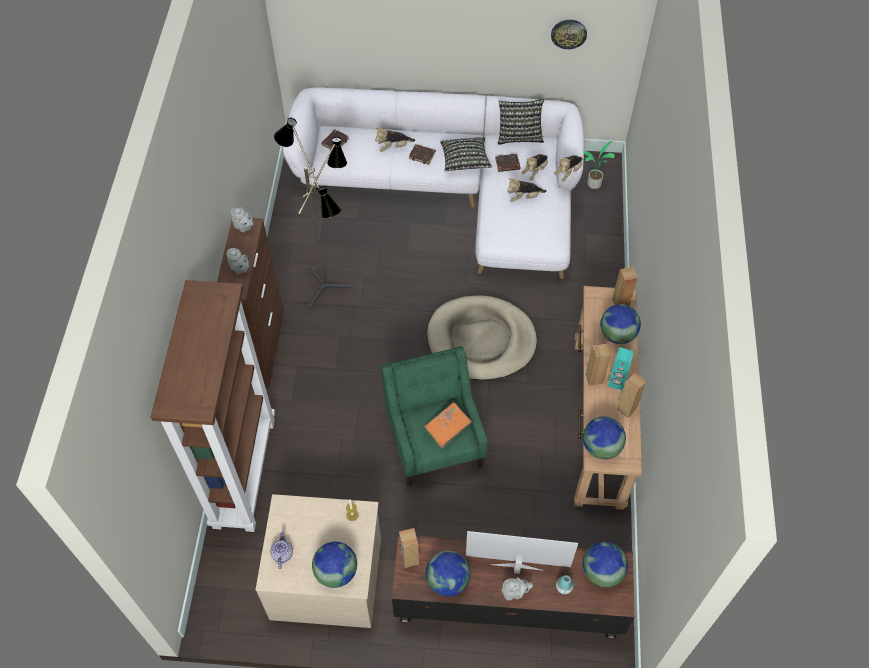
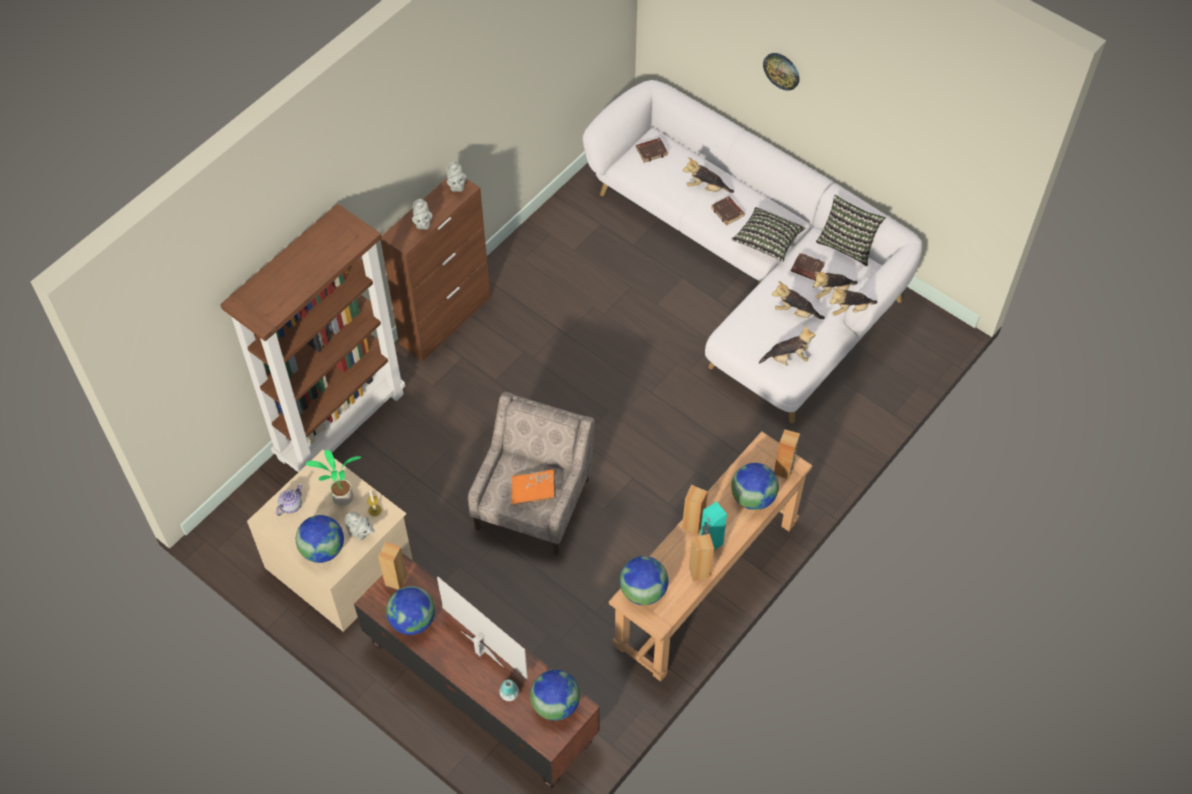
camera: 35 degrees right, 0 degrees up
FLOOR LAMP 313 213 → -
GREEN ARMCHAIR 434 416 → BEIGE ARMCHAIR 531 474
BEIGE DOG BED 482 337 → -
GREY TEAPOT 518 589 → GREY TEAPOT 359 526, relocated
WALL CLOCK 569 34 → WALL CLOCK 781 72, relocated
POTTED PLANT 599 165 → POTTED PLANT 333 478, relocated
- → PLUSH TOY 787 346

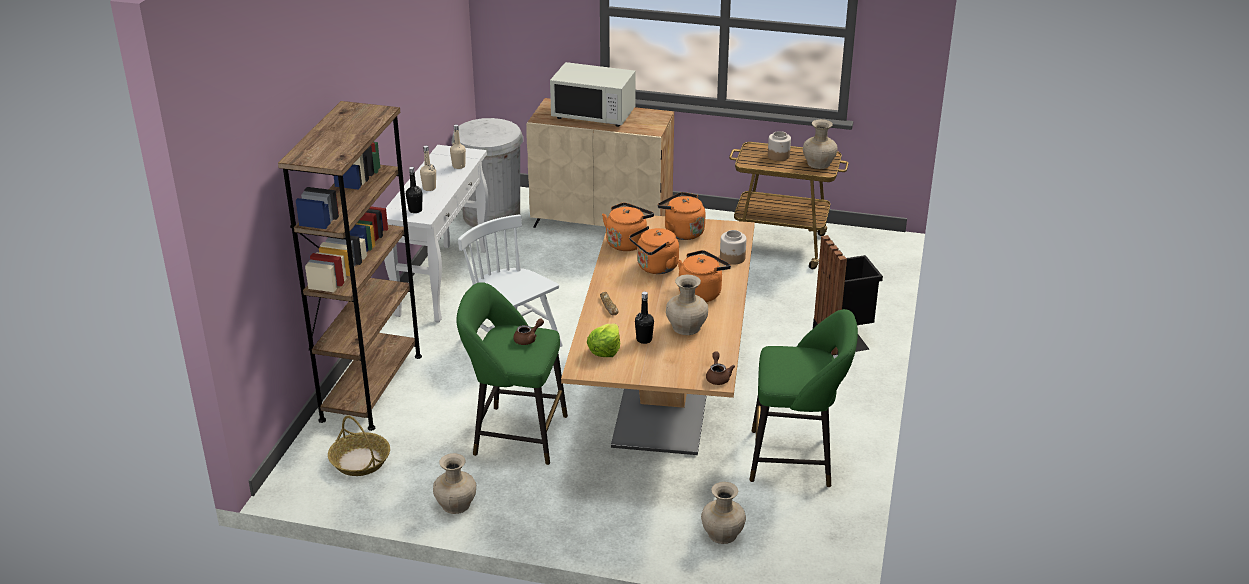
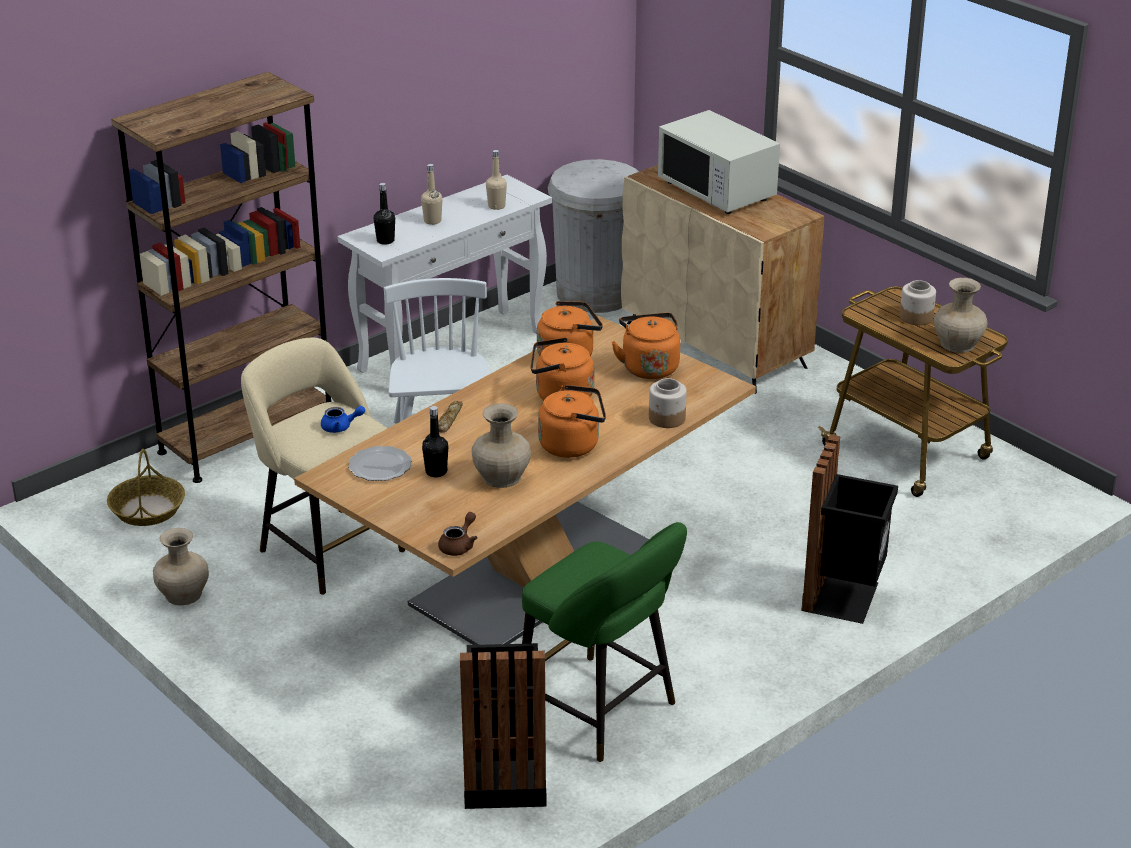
camera: 35 degrees right, 0 degrees up
GREEN STOOL 512 373 → BEIGE STOOL 323 466
BROWN TEAPOT 528 331 → BLUE TEAPOT 343 419
LETTUCE 603 340 → PLATE 380 463
BEIGE VASE 723 513 → -
- → BLACK TRASH CAN 503 726

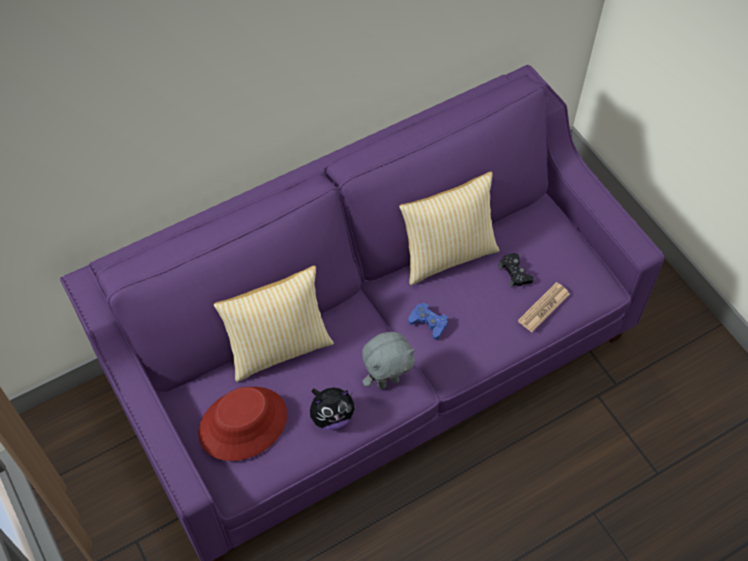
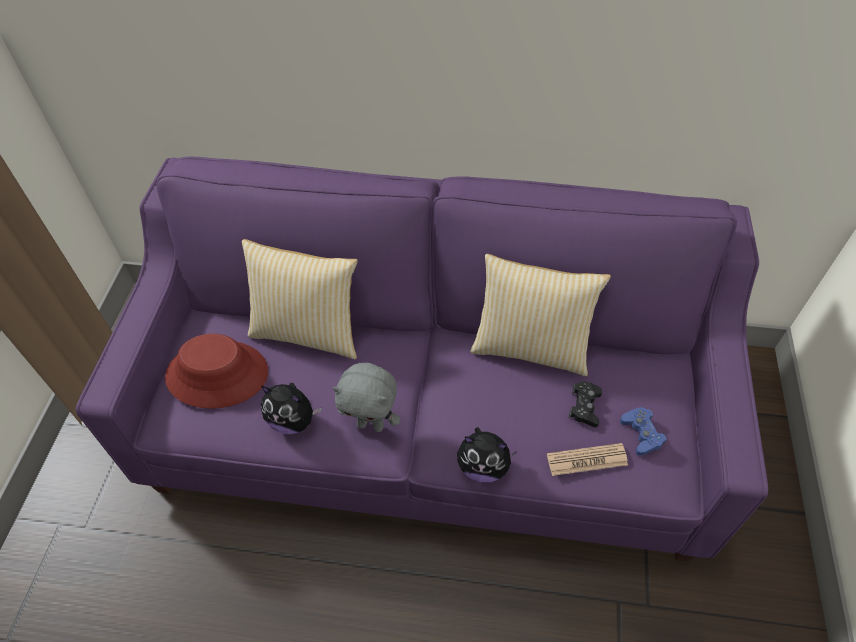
camera: 40 degrees right, 5 degrees down
BLUE GAME CONTROLLER 428 321 → BLUE GAME CONTROLLER 643 431, relocated
- → PLUSH TOY 487 454

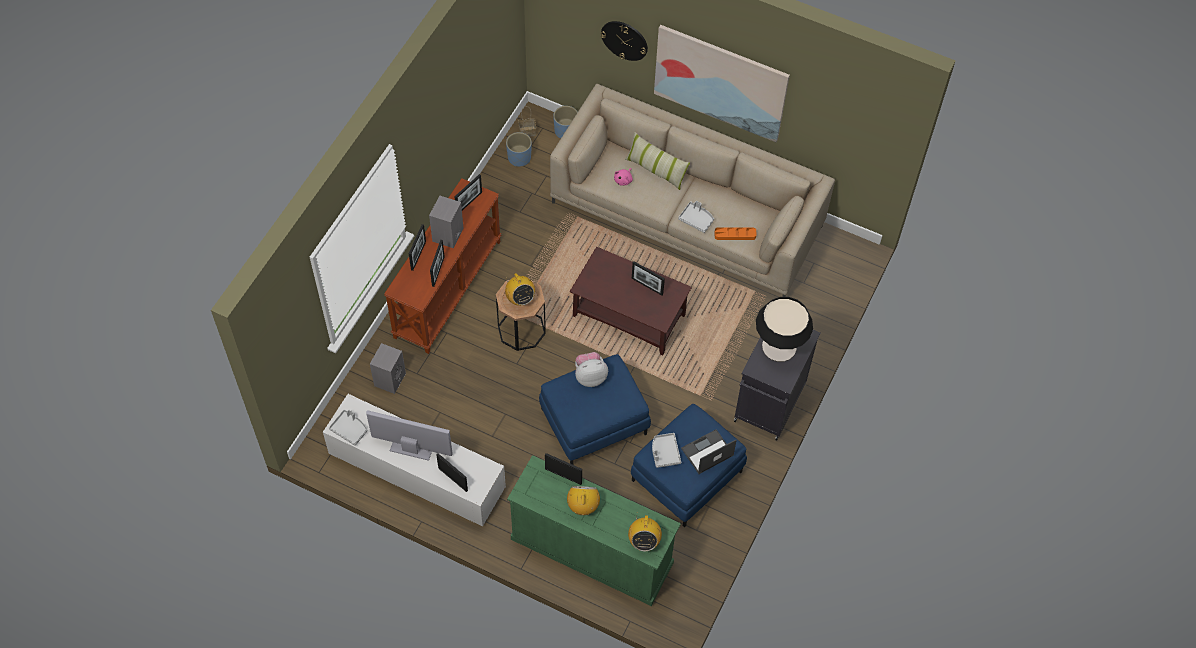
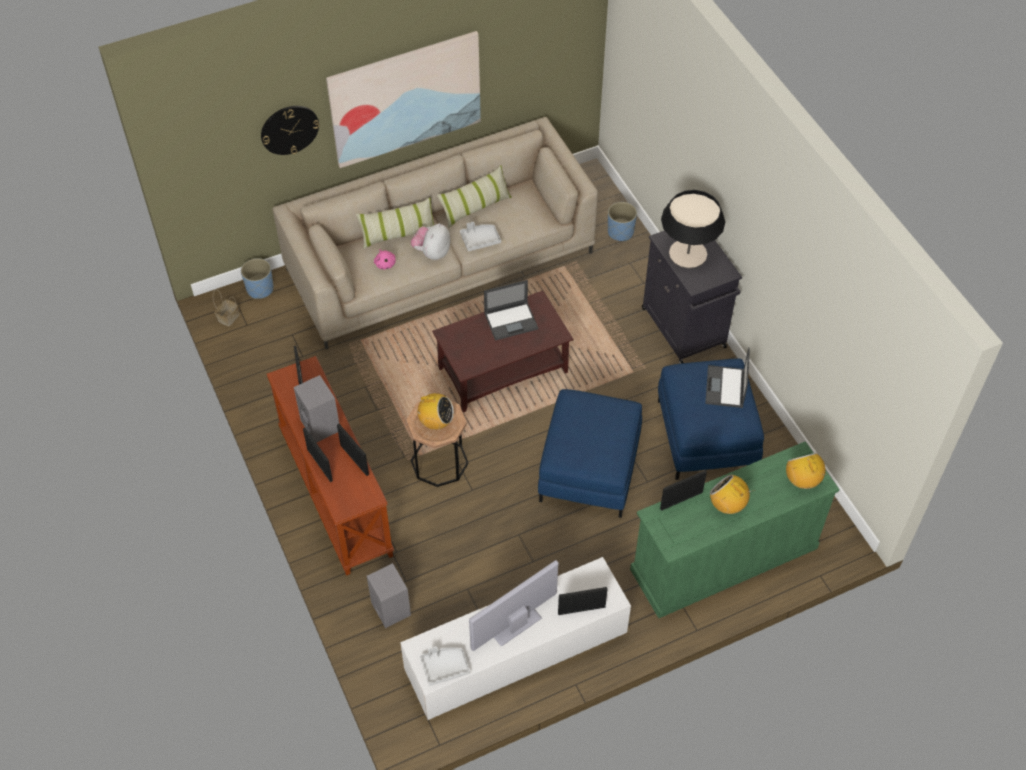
camera: 50 degrees left, 5 degrees down
BLUE PLANTER 519 149 → BLUE PLANTER 622 221, relocated
PLUSH TOY 591 369 → PLUSH TOY 430 241, relocated
RADIO 645 533 → RADIO 806 471, 150 degrees counterclockwise
PICTURE FRAME 648 278 → LAPTOP 511 310
GREY TRAY 666 450 → -
ORANGE TRAY 735 233 → -
- → PILLOW 474 196

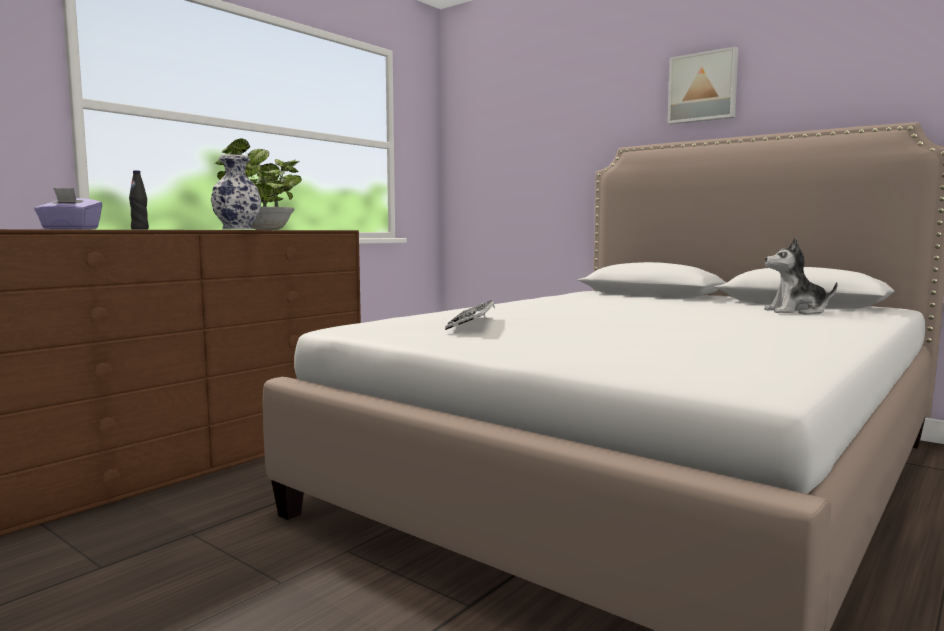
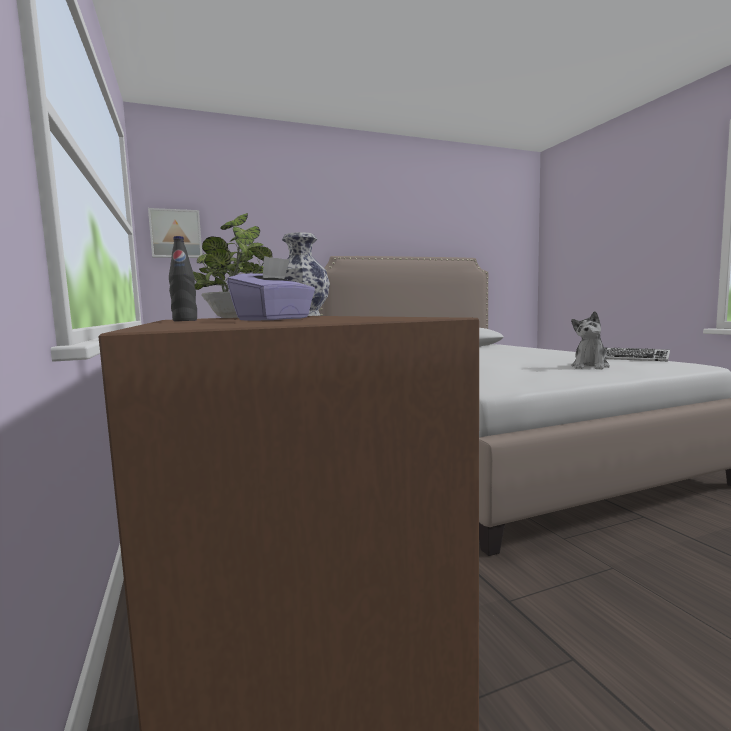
camera: 60 degrees left, 0 degrees up
KEYBOARD 470 315 → KEYBOARD 637 354, relocated
PICTURE 702 85 → PICTURE 175 233, relocated
PLUSH TOY 801 276 → PLUSH TOY 590 340, relocated

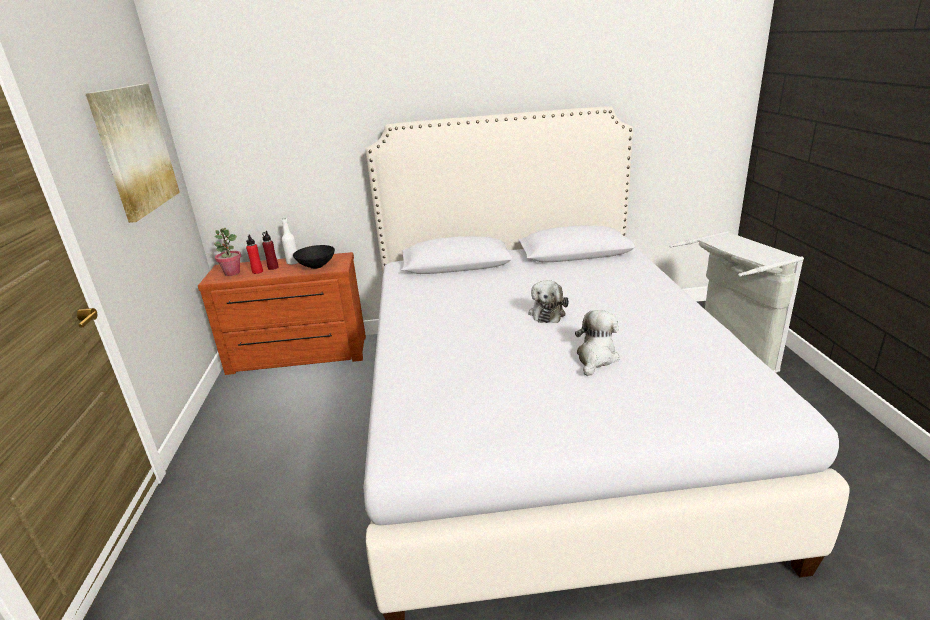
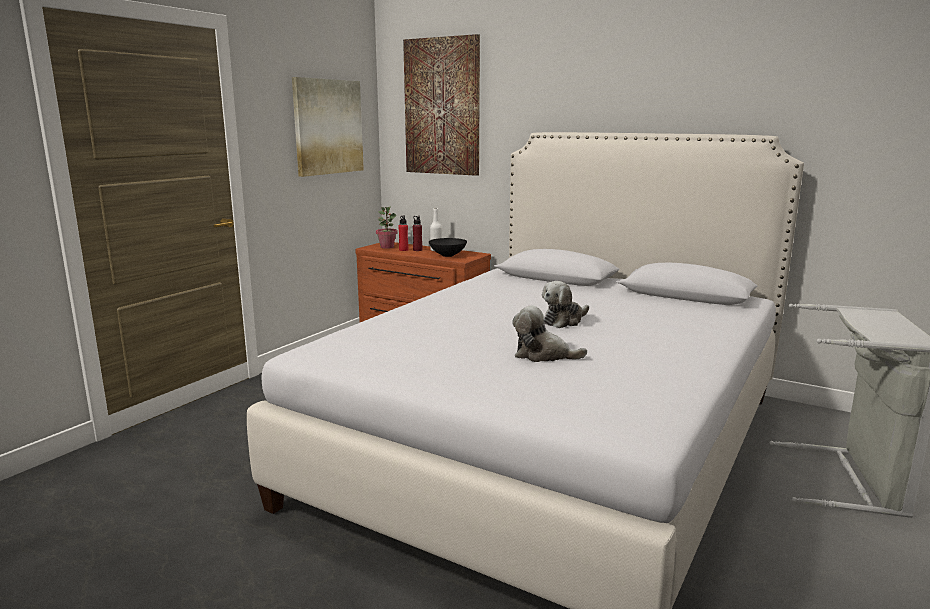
camera: 35 degrees right, 10 degrees down
PLUSH TOY 597 343 → PLUSH TOY 549 333, 135 degrees counterclockwise
- → PICTURE 441 105

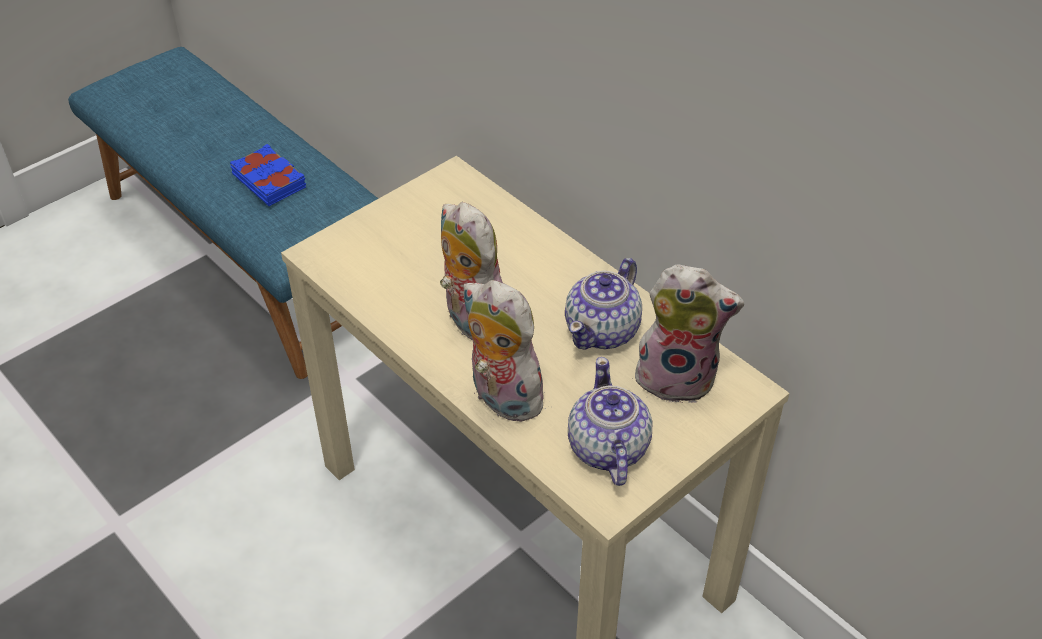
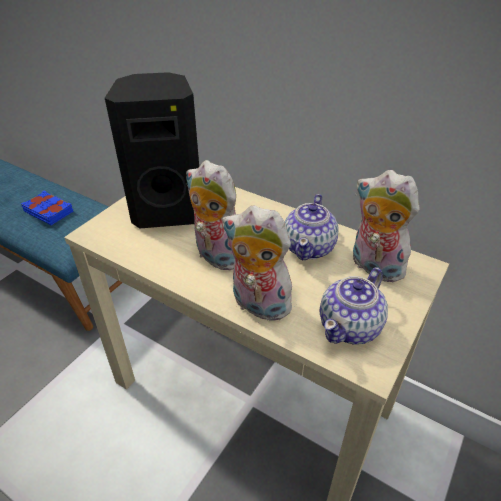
camera: 15 degrees left, 5 degrees down
TEAPOT 610 421 → TEAPOT 354 305, 120 degrees counterclockwise
PLUSH TOY 689 333 → PLUSH TOY 386 226, 135 degrees counterclockwise
- → BLACK SPEAKER 152 150

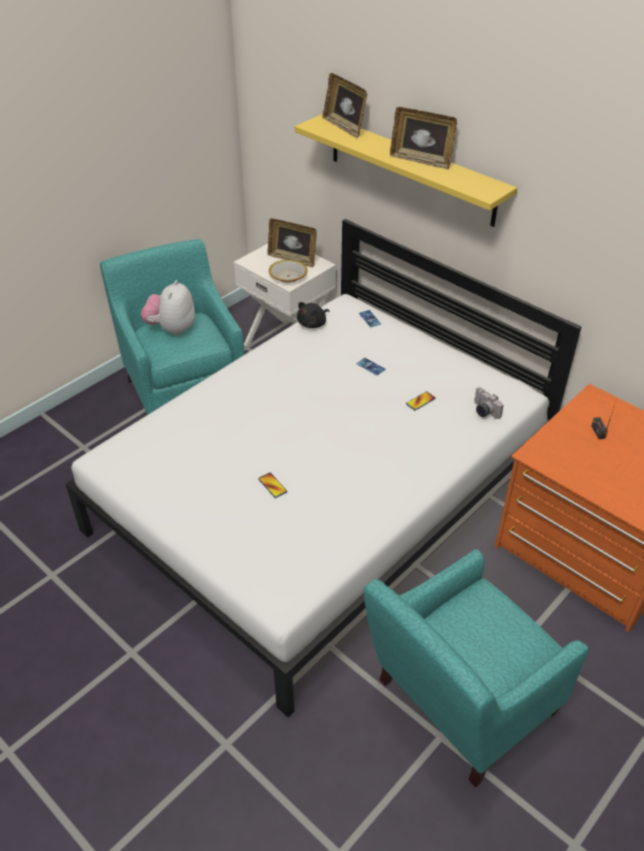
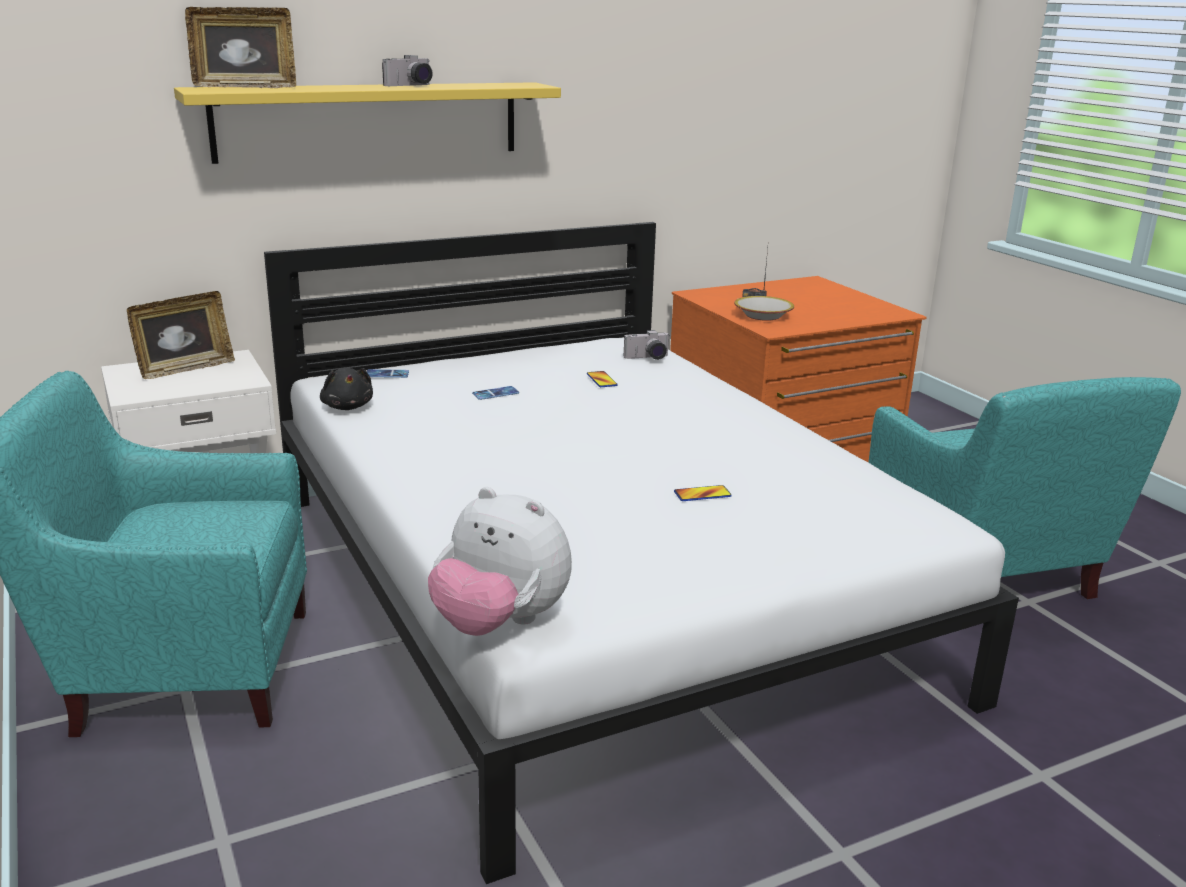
camera: 70 degrees left, 20 degrees down
PLUSH TOY 168 308 → PLUSH TOY 500 561, relocated
BOWL 288 271 → BOWL 764 308, relocated
PICTURE FRAME 423 138 → PHOTO CAMERA 407 70

